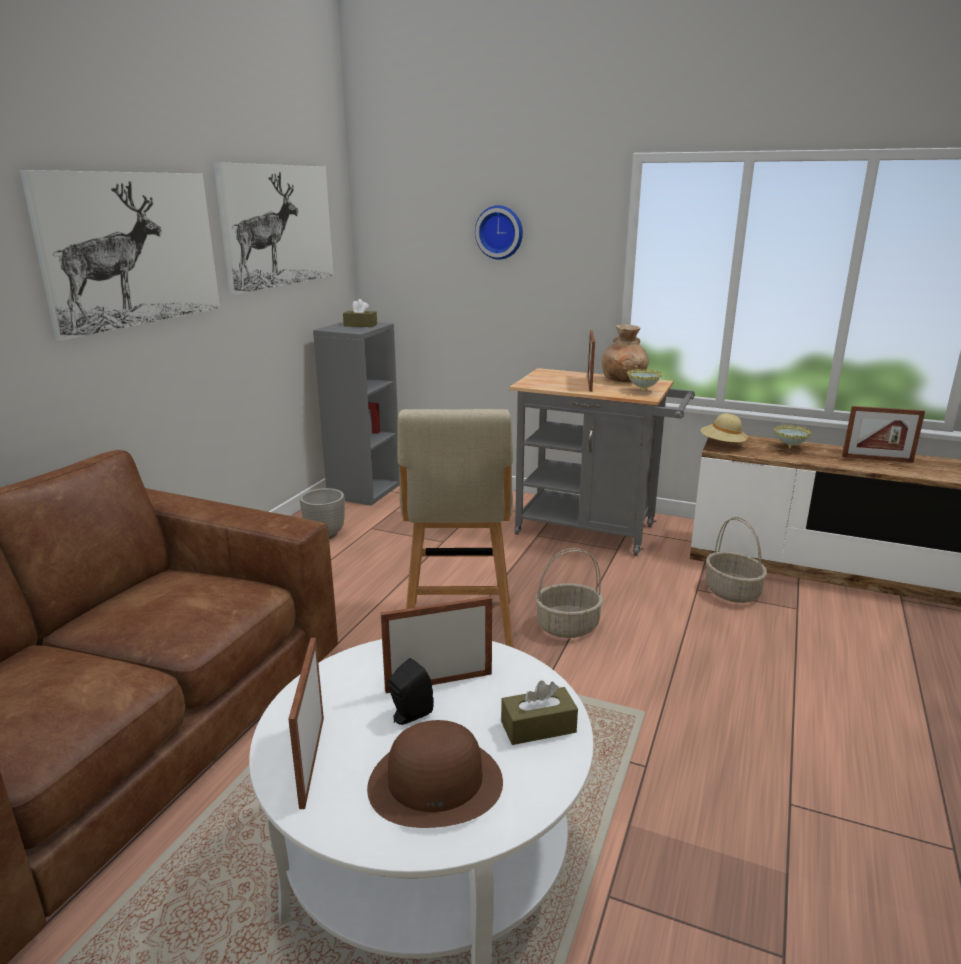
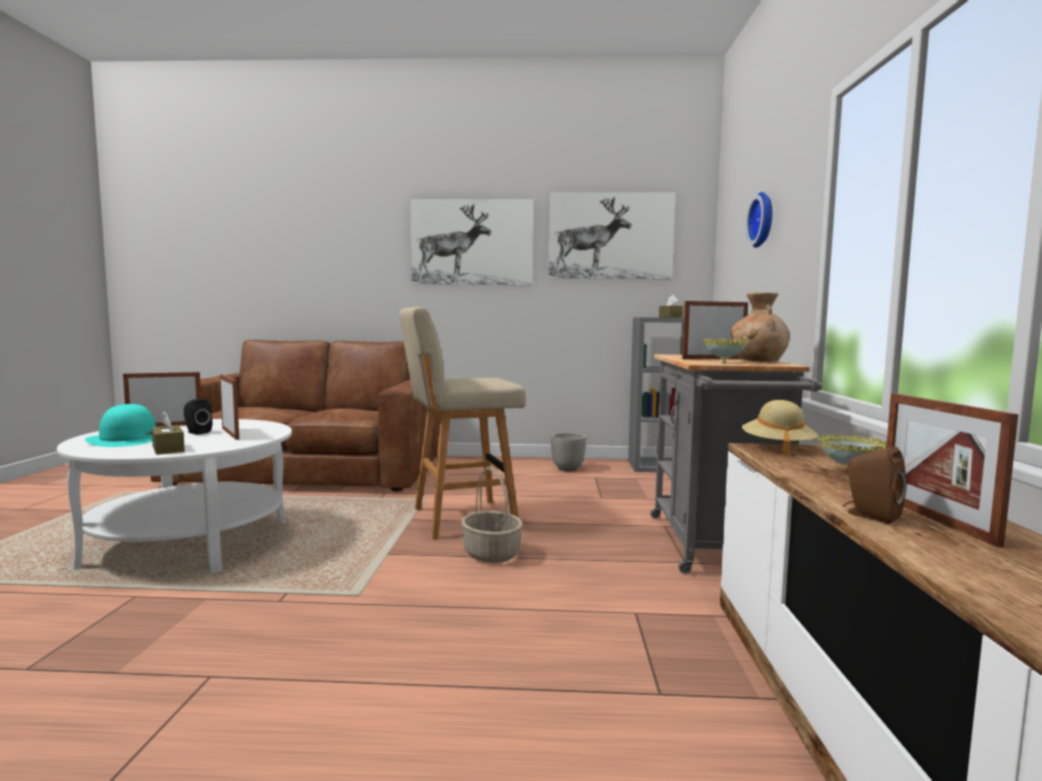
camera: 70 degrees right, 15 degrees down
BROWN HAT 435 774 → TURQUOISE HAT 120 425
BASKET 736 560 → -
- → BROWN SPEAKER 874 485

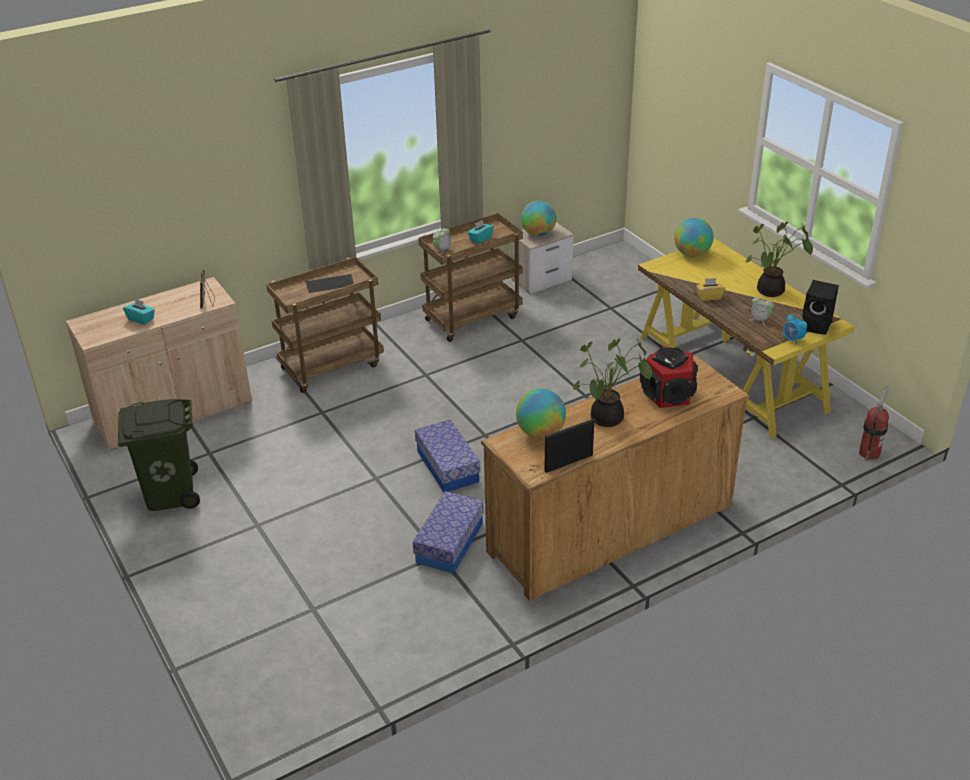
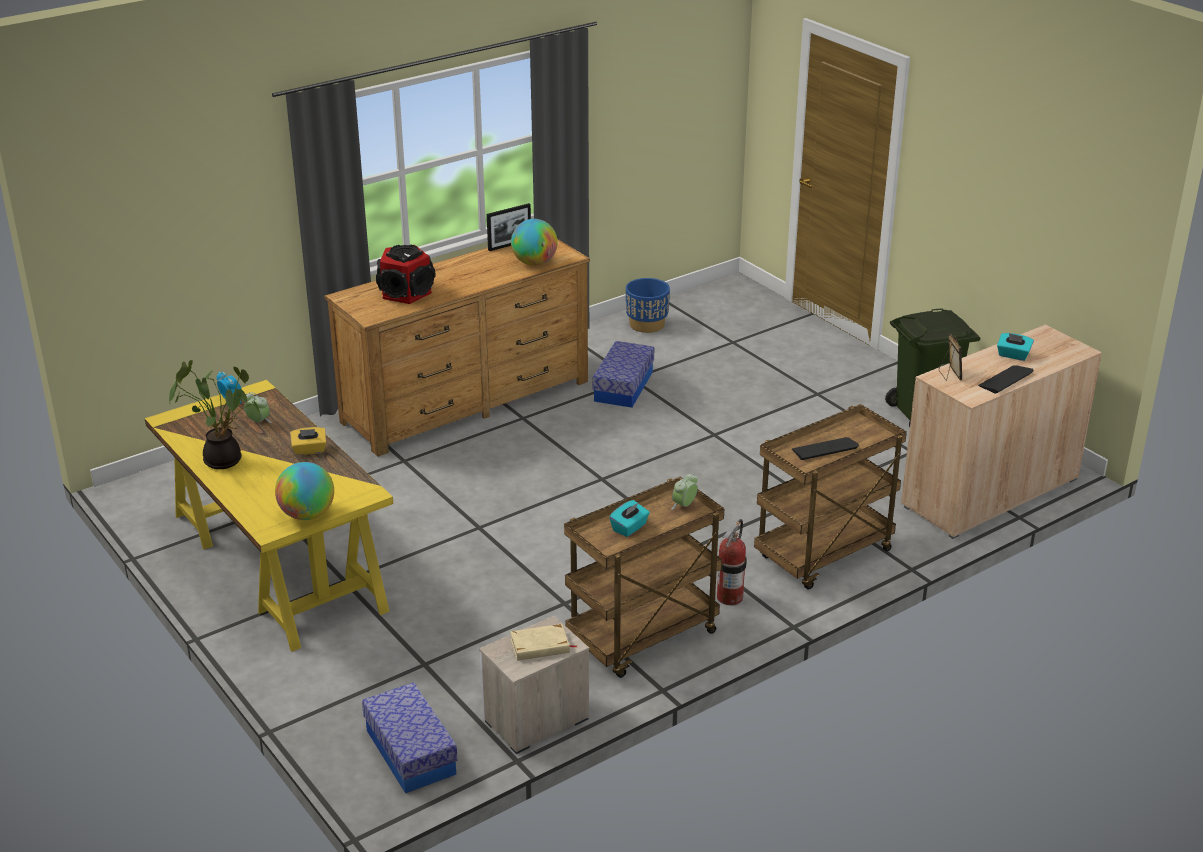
camera: 175 degrees right, 5 degrees down
STORAGE BOX 448 455 → STORAGE BOX 410 737, relocated
GLOBE 538 218 → BEIGE BOOK 543 642
POTTED PLANT 612 382 → -
BLACK SPEAKER 820 307 → -
FIRE EXTINGUISHER 874 423 → FIRE EXTINGUISHER 732 562, relocated
- → BLUE PLANTER 648 305
- → KEYBOARD 1006 379

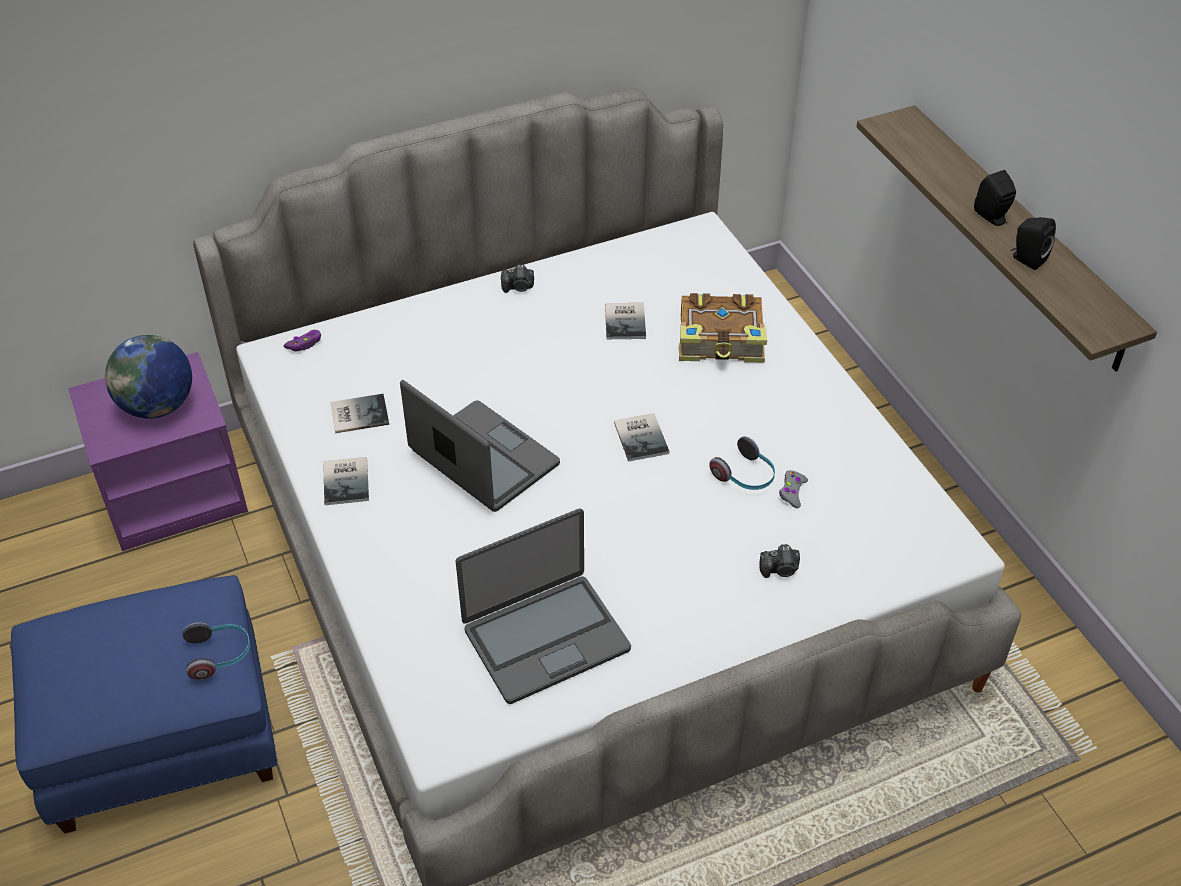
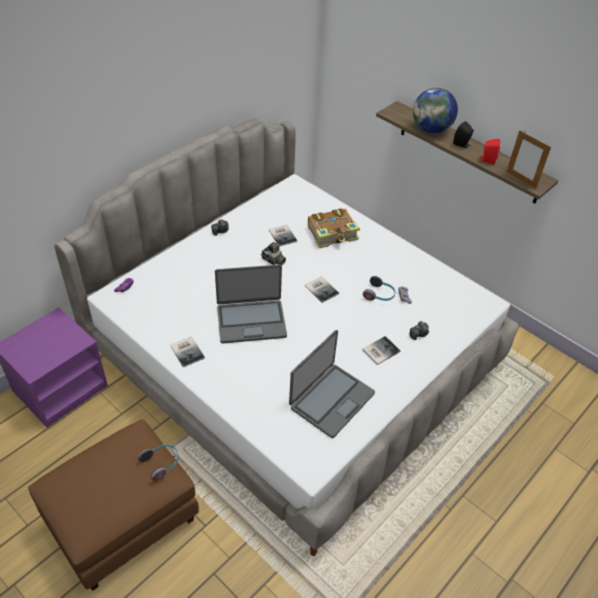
camera: 25 degrees left, 0 degrees up
BLUE OTTOMAN 144 704 → BROWN OTTOMAN 113 505
GLOBE 148 377 → GLOBE 435 110, relocated
BOOK 359 413 → BOOK 381 350, relocated
LAPTOP 480 446 → LAPTOP 251 304, 150 degrees clockwise
BLACK SPEAKER 1033 243 → RED SPEAKER 490 152
- → PHOTO CAMERA 273 254
- → PICTURE FRAME 528 159

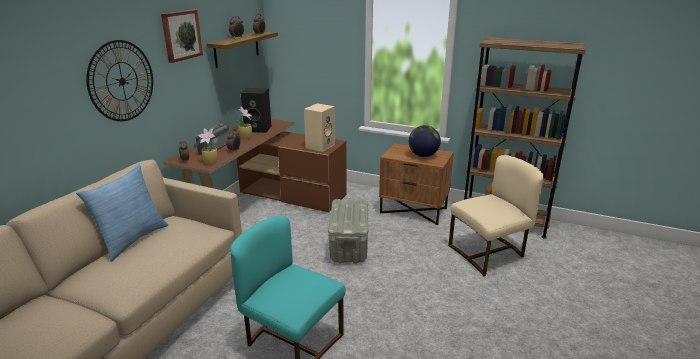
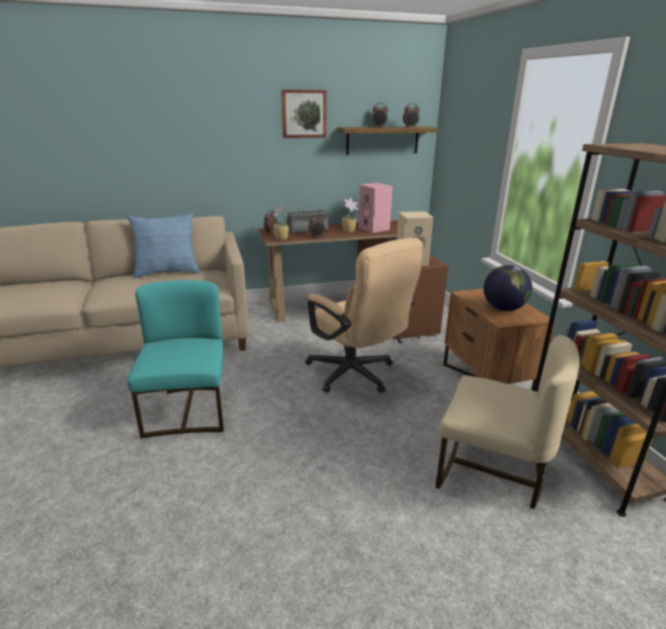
camera: 50 degrees right, 0 degrees up
WALL CLOCK 119 80 → -
BLACK SPEAKER 256 110 → PINK SPEAKER 375 208
GREY STORAGE BOX 348 231 → BEIGE OFFICE CHAIR 364 315

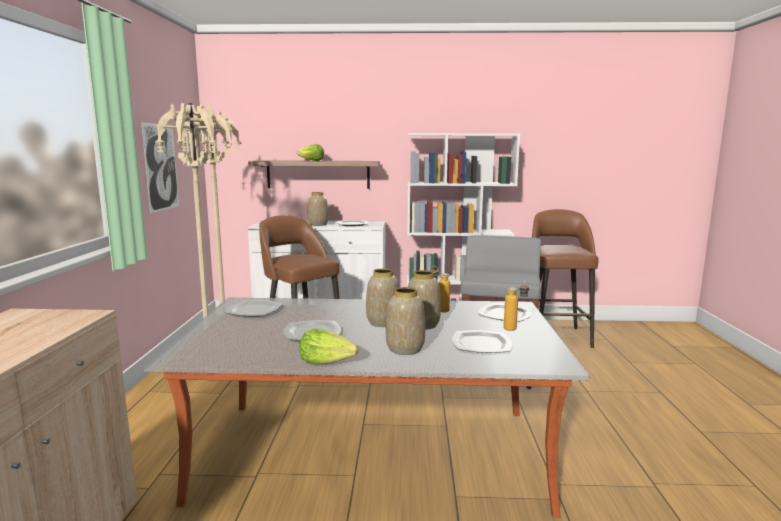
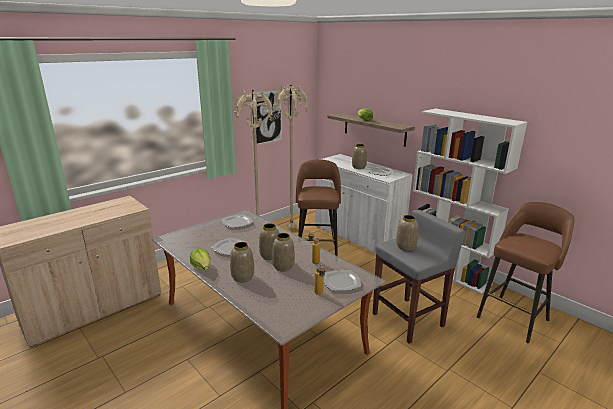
camera: 45 degrees right, 10 degrees up
PLATE 482 341 → -
- → VASE 407 233

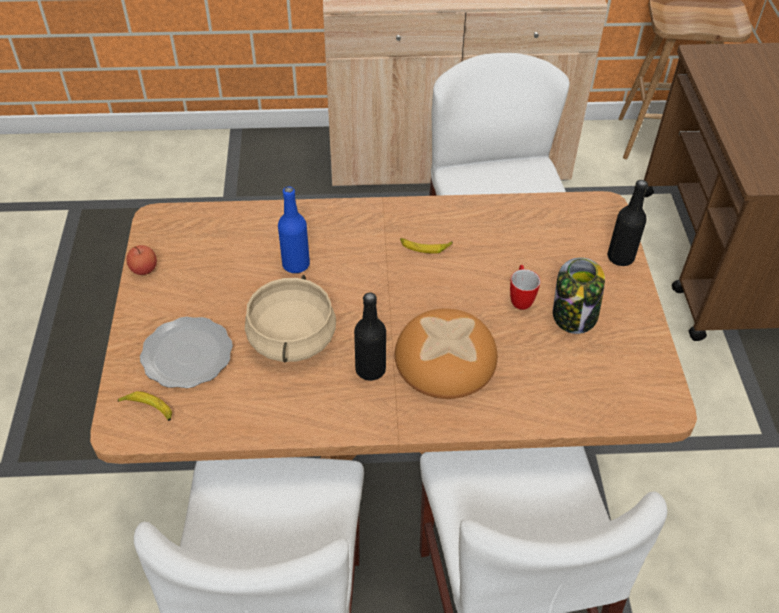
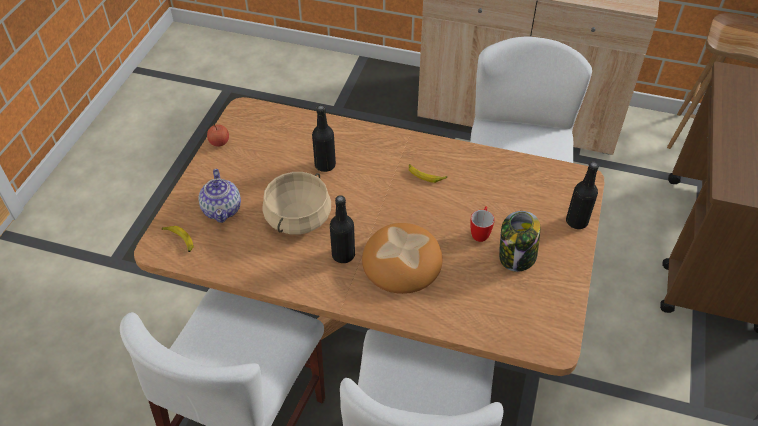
camera: 20 degrees right, 0 degrees up
PLATE 186 352 → TEAPOT 219 196
BLUE BOTTLE 294 229 → BLACK BOTTLE 324 138

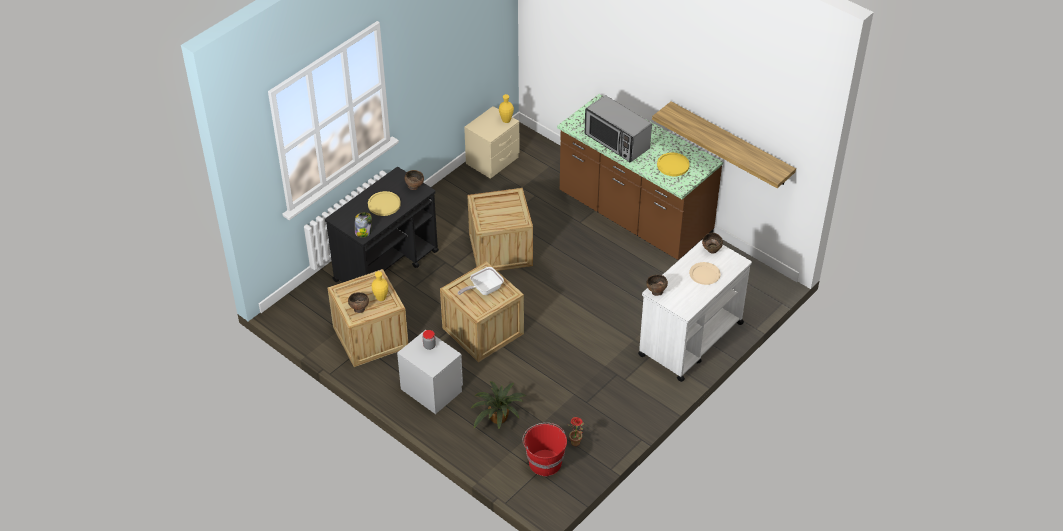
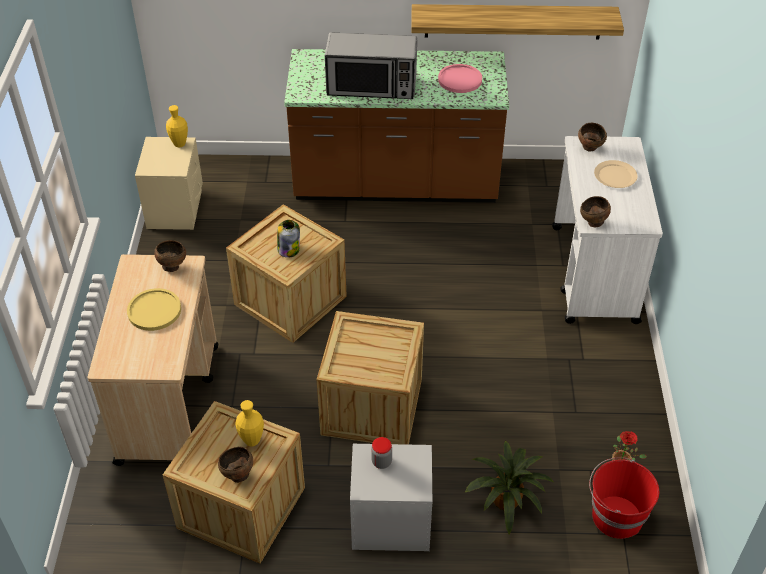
camera: 40 degrees left, 0 degrees up
BLACK CART 382 224 → BEIGE CART 153 360
JAR 363 225 → JAR 288 239, relocated
FRYING PAN 481 281 → -
YELLOW PLATE 673 164 → PINK PLATE 460 78

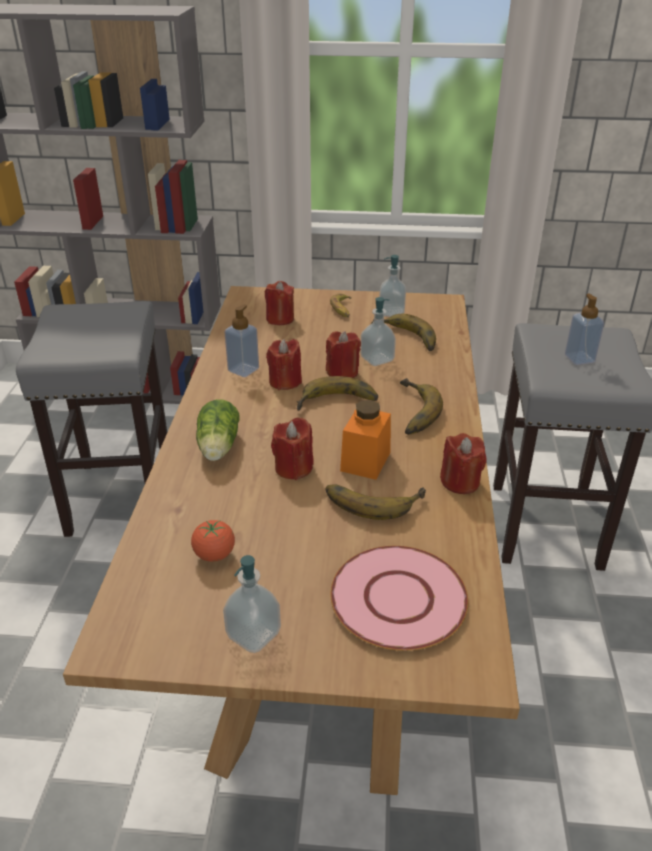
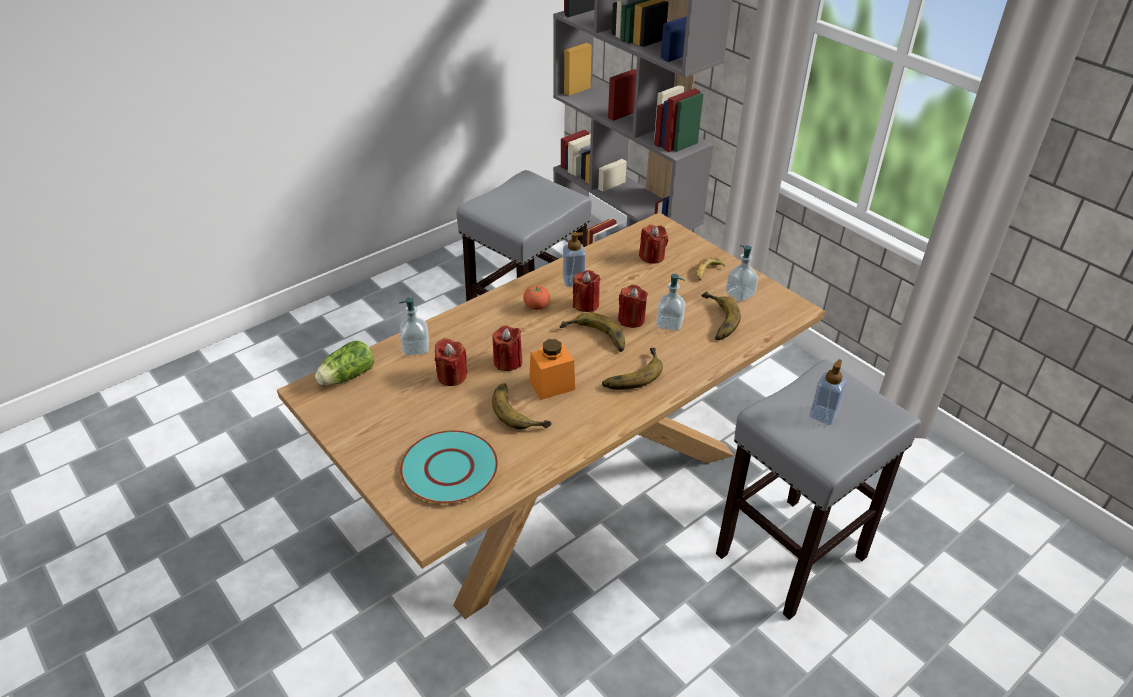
camera: 45 degrees right, 5 degrees up
TOMATO 213 541 → TOMATO 536 297, relocated
LETTUCE 218 430 → LETTUCE 344 363, relocated
SOAP DISPENSER 252 604 → SOAP DISPENSER 414 326, relocated
PINK PLATE 399 598 → TURQUOISE PLATE 449 467
RED CANDLE 463 463 → RED CANDLE 451 362, relocated

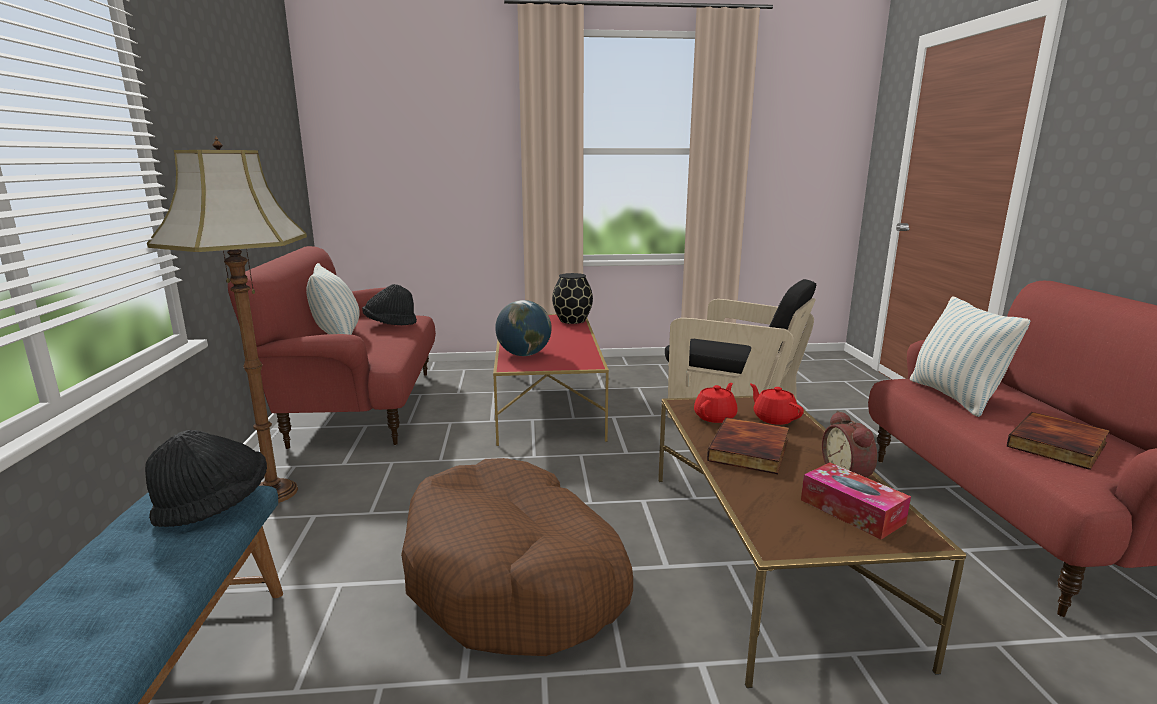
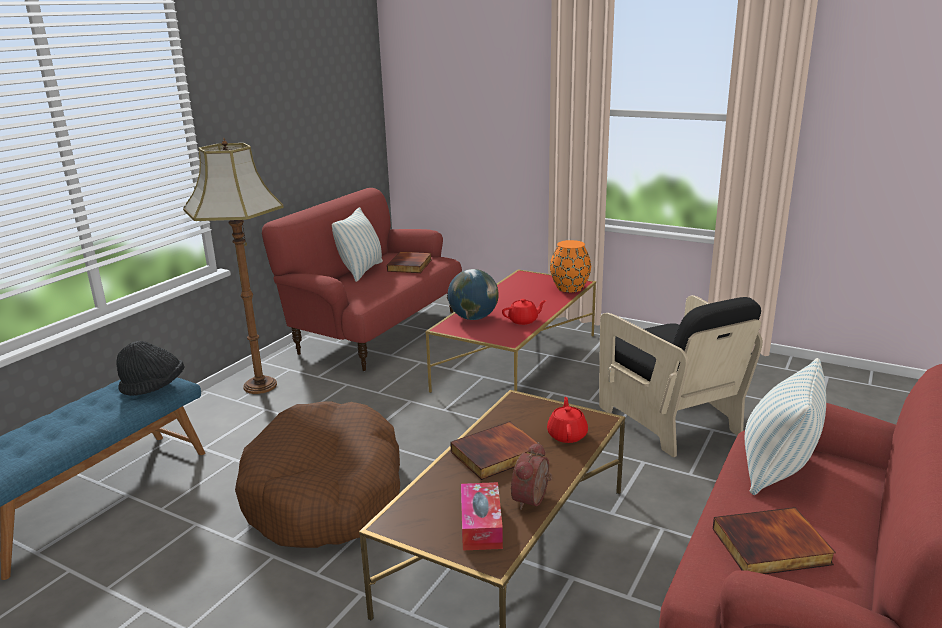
camera: 35 degrees right, 5 degrees up
BLACK HAT 389 304 → BOOK 409 262
BLACK VASE 572 298 → ORANGE VASE 570 266
RED TEAPOT 715 403 → RED TEAPOT 524 312, relocated

